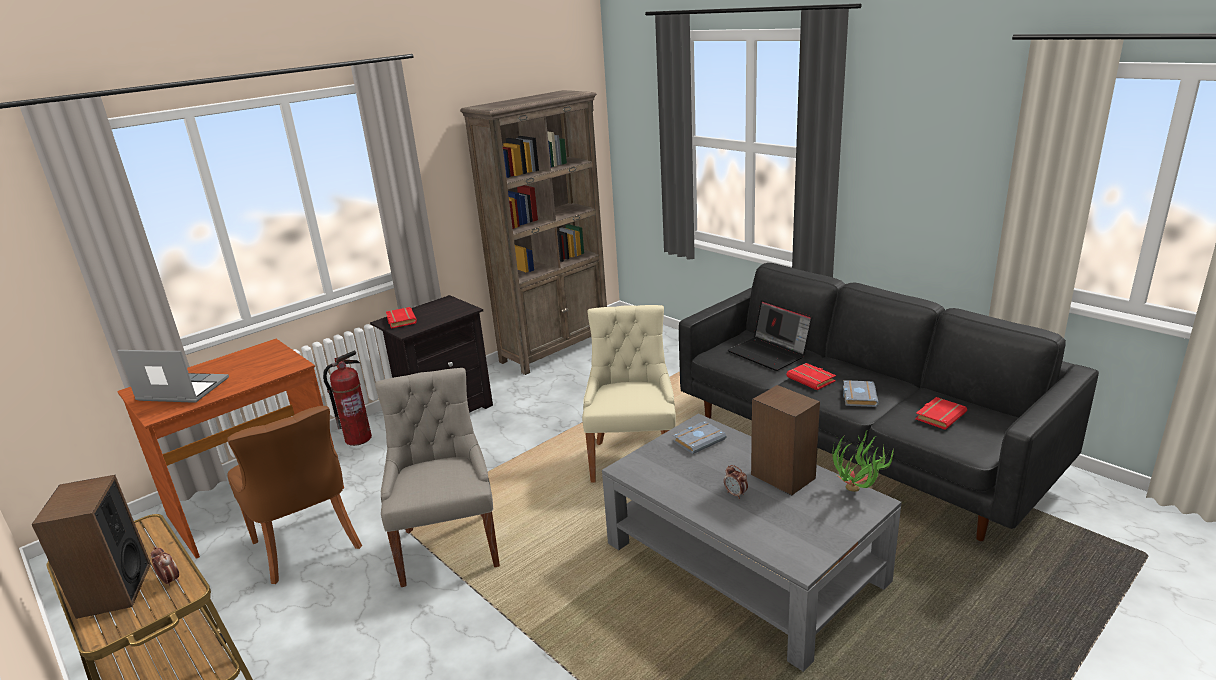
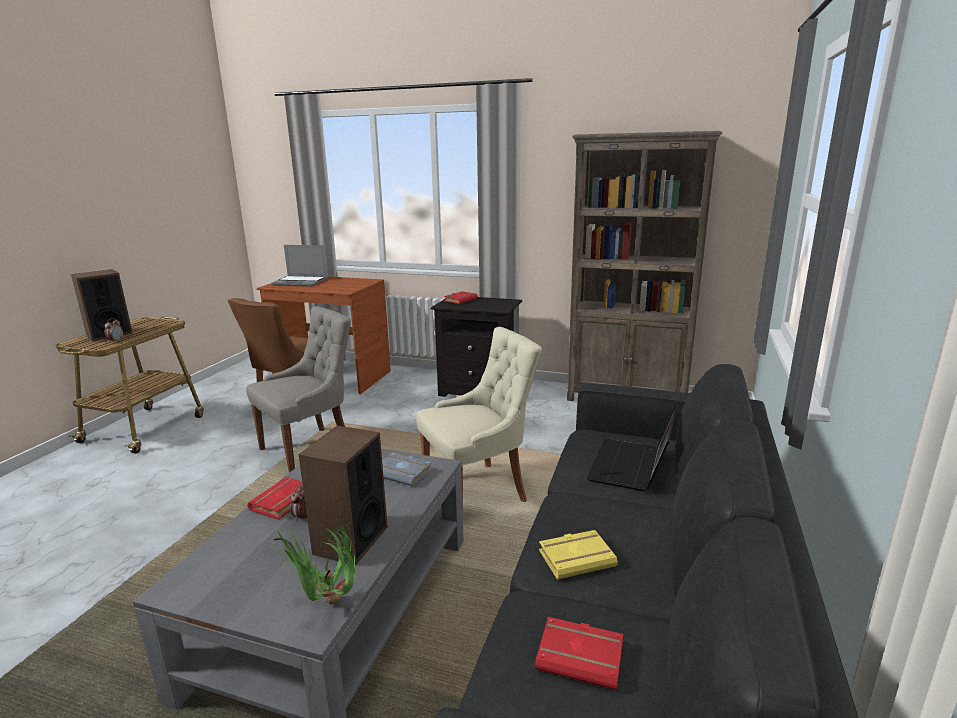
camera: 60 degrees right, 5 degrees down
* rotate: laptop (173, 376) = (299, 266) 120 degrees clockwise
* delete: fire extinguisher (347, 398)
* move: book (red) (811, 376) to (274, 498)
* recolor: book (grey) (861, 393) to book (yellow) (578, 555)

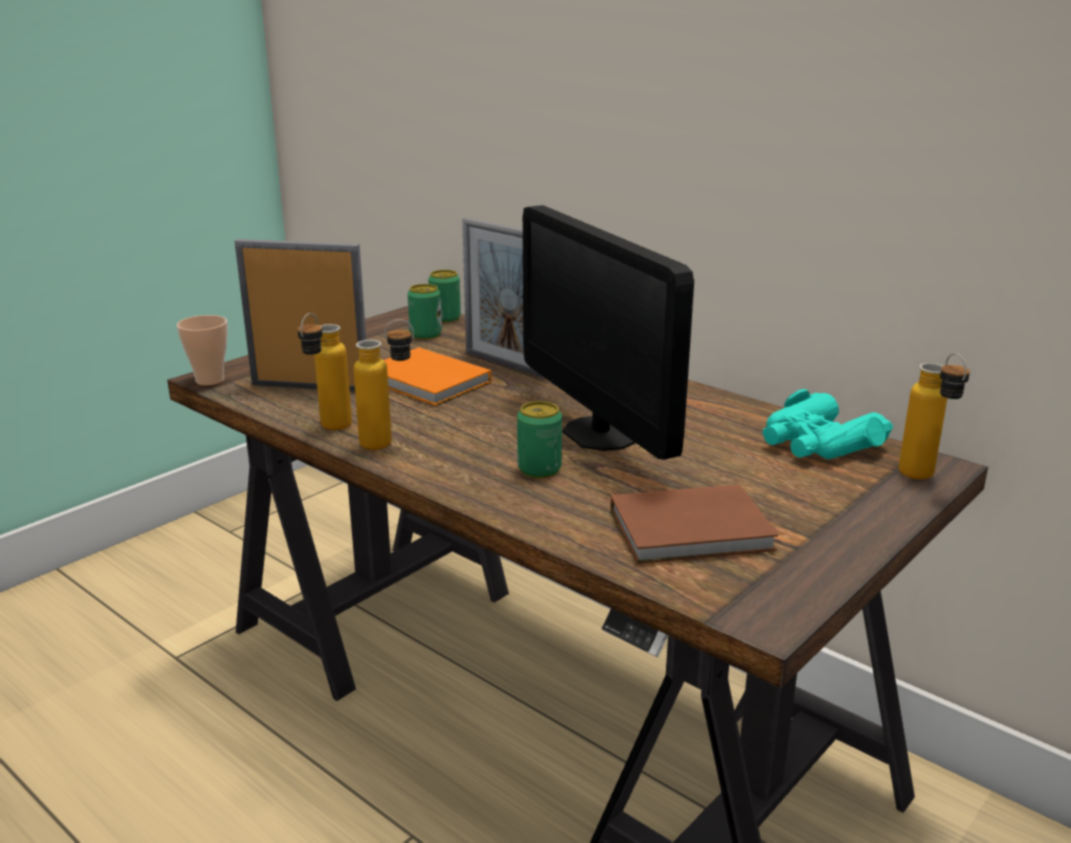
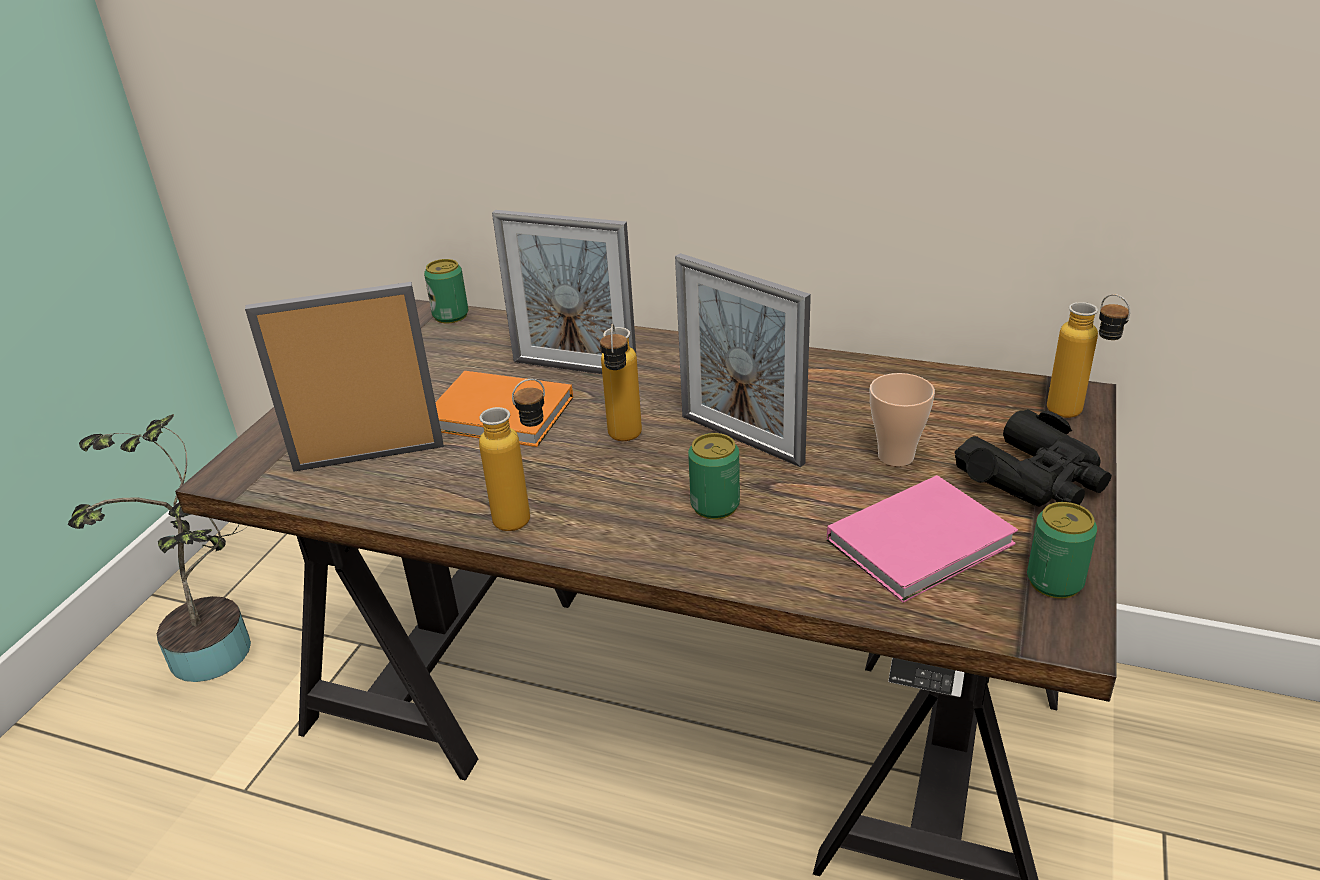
camera: 20 degrees left, 10 degrees up
* replace: monitor (608, 332) to picture frame (743, 360)
* move: can (424, 311) to (1062, 550)
* move: bottle (324, 371) to (621, 382)
* move: cup (202, 350) to (902, 419)
* delete: binoculars (turquoise) (827, 424)
* recolor: book (brown) (694, 524) to book (pink) (922, 539)
* insert: binoculars (black) (1033, 458)
* insert: potted plant (159, 548)

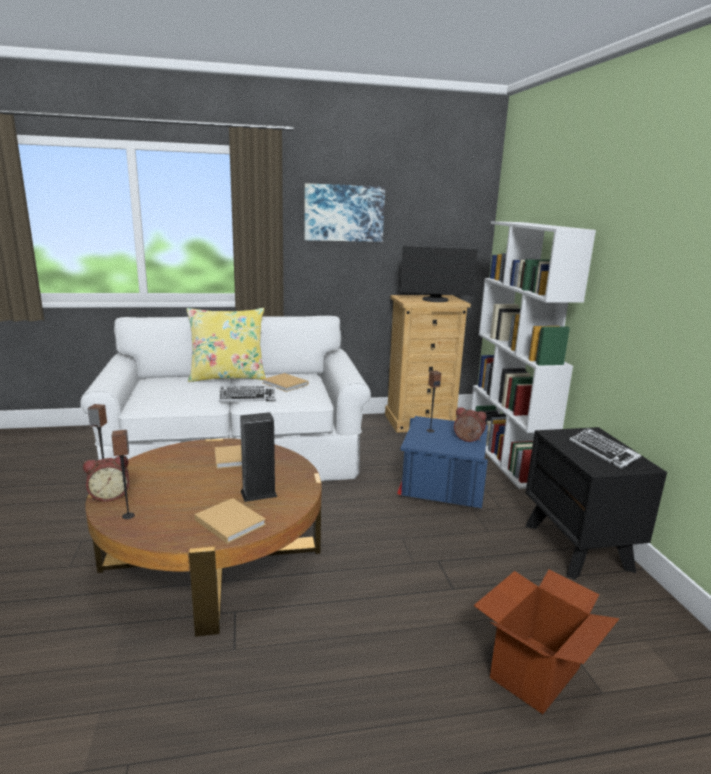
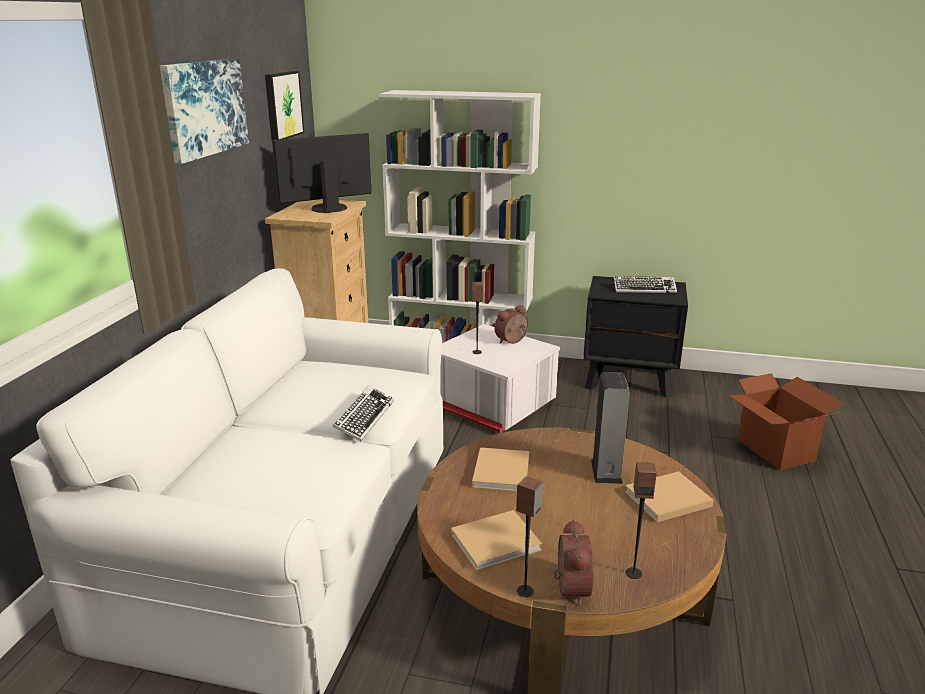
camera: 65 degrees left, 5 degrees up
* rotate: monitor (439, 274) = (322, 173) 150 degrees counterclockwise
* delete: pillow (yellow) (226, 345)
* move: book (beige) (285, 382) to (496, 540)
* recolor: storage box (blue) (442, 462) to storage box (white) (500, 378)
* insert: picture (284, 105)

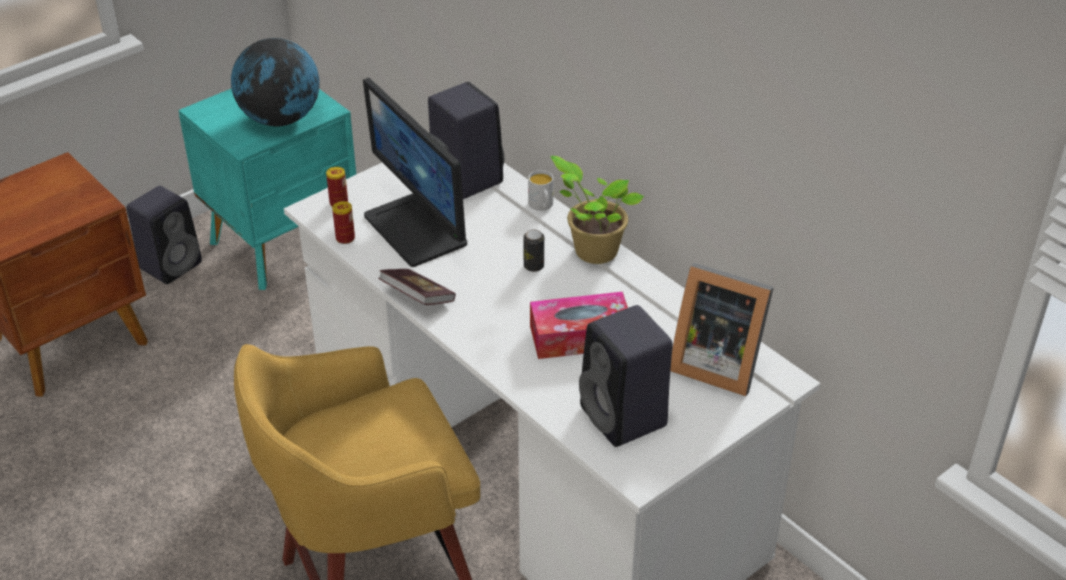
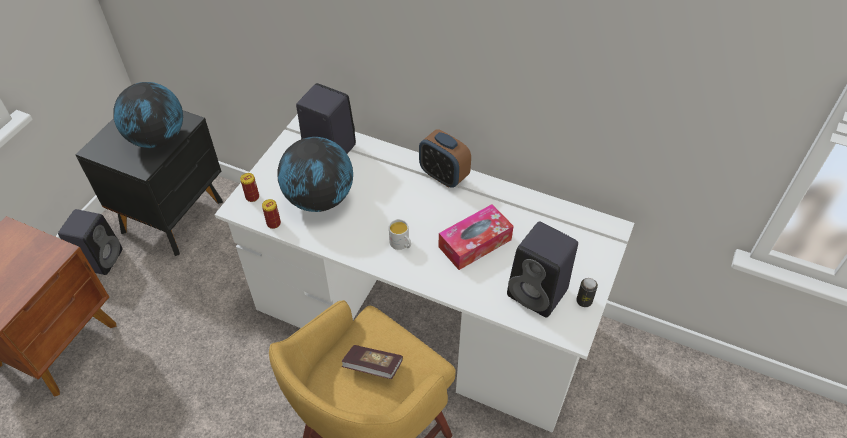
camera: 25 degrees left, 10 degrees up
* replace: monitor (415, 172) to globe (315, 174)
* recolor: nightstand (turquoise) (267, 189) to nightstand (black) (149, 183)
* replace: potted plant (597, 210) to alarm clock (445, 158)
* move: mug (white) (541, 190) to (400, 234)
* move: can (533, 250) to (587, 292)
* delete: picture frame (722, 329)
* move: book (417, 287) to (372, 362)

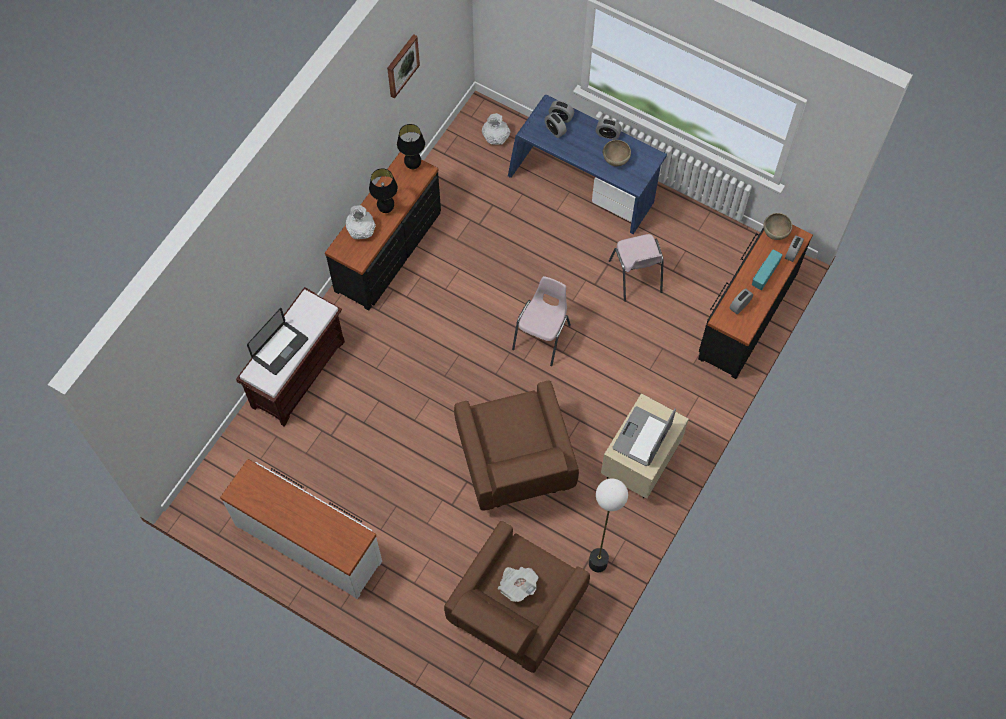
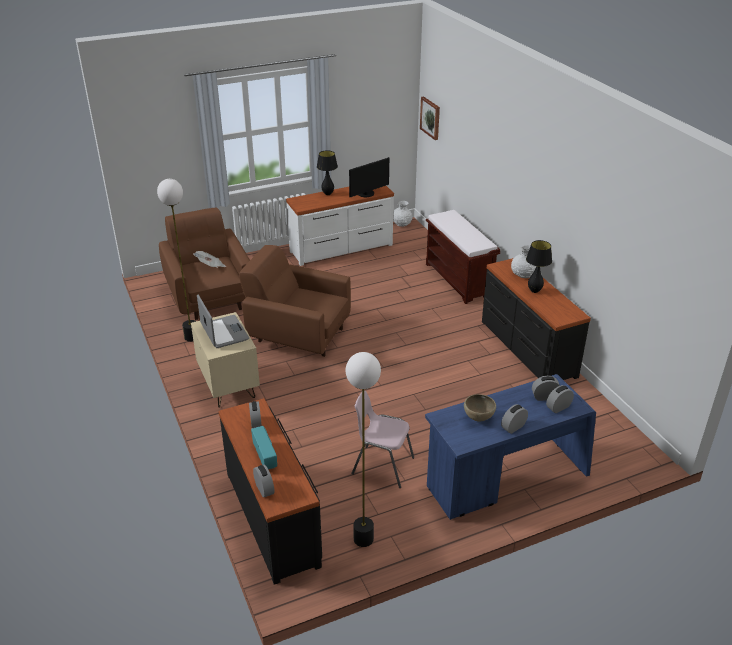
camera: 125 degrees right, 30 degrees down
* move: picture (403, 66) to (430, 118)
* move: vase (white) (496, 129) to (402, 214)
* move: table lamp (black) (411, 146) to (327, 172)
* delete: bowl (brown) (777, 226)
* delete: chair (pink) (541, 321)
* delete: laptop (277, 341)
* insert: monitor (369, 177)
* insert: floor lamp (363, 449)

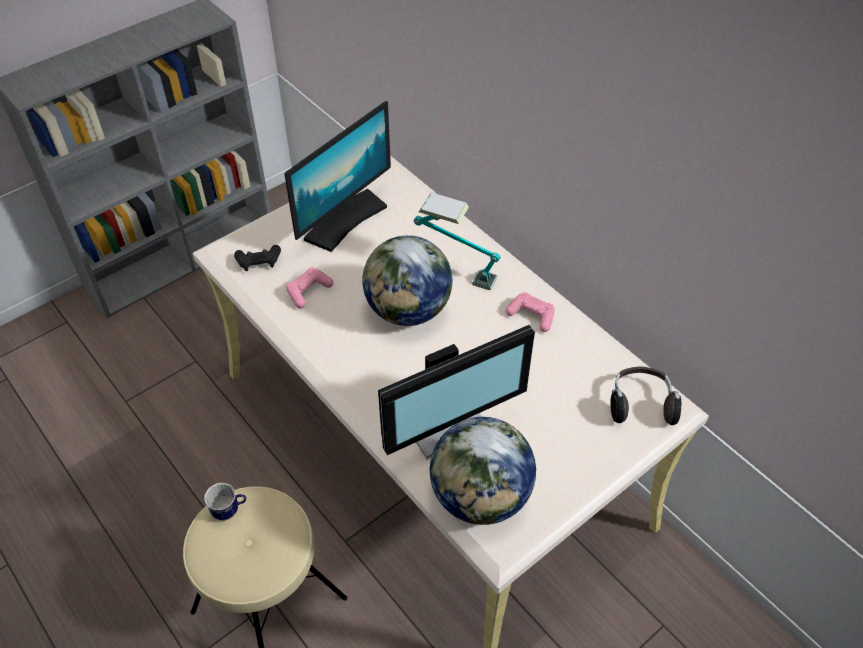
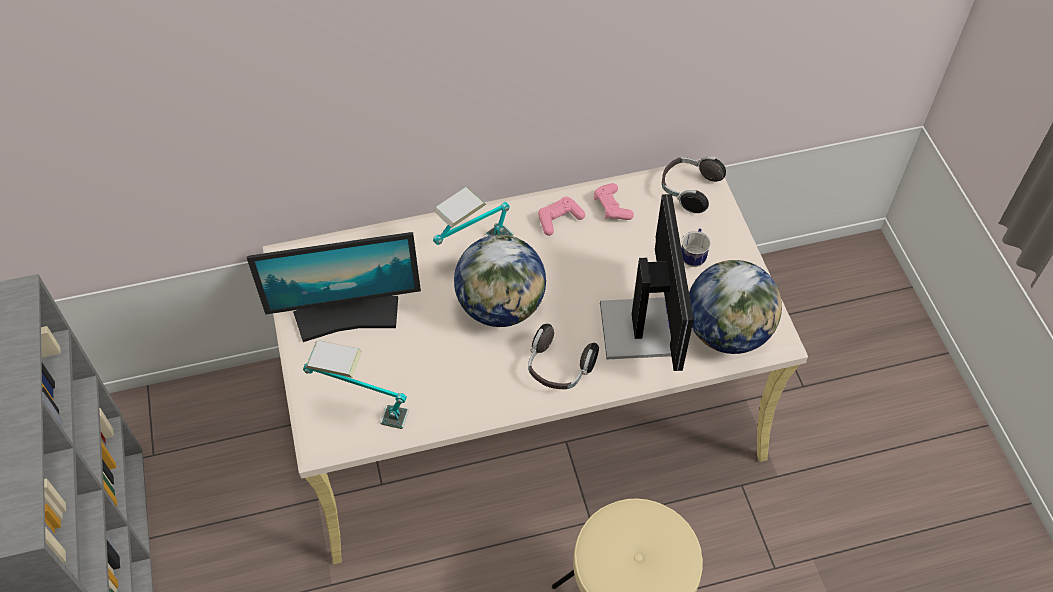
camera: 65 degrees left, 5 degrees up
* rotate: monitor (337, 176) = (334, 287) 105 degrees clockwise
* replace: game controller (black) (257, 258) to table lamp (356, 384)
* move: game controller (pink) (309, 288) to (614, 201)
* move: mug (225, 502) to (696, 247)
* insert: headphones (563, 356)

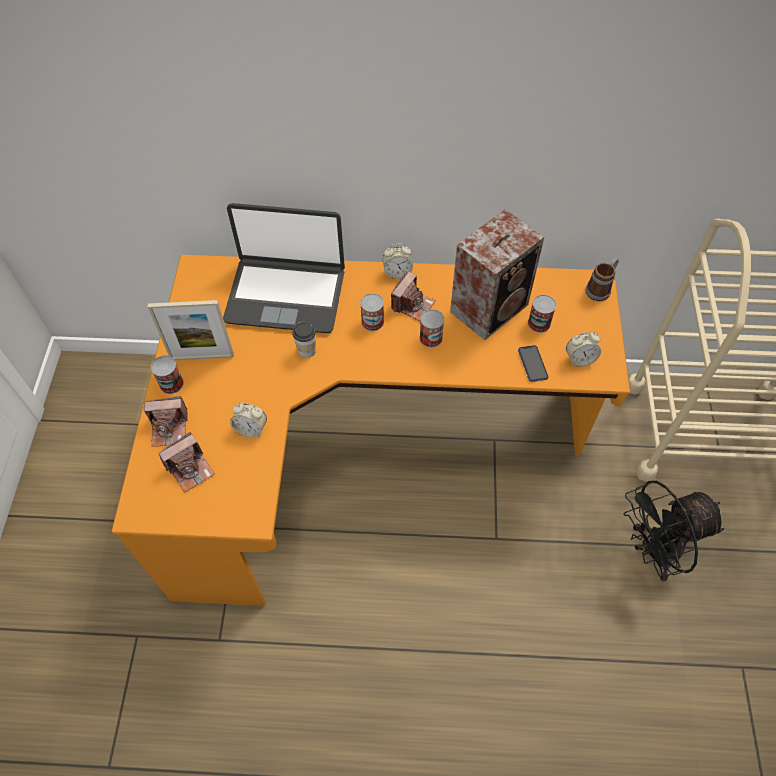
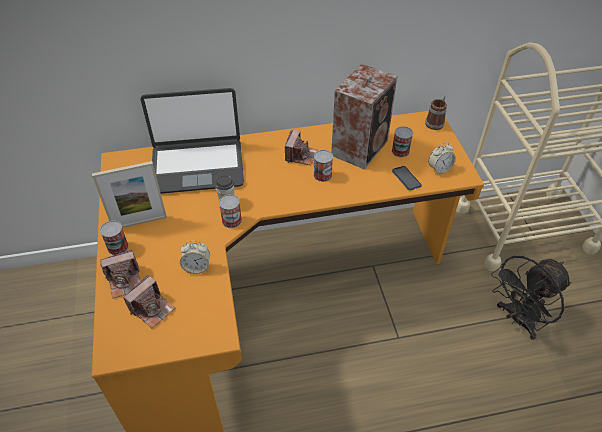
camera: 15 degrees left, 10 degrees down
* delete: alarm clock (398, 261)
* move: can (372, 312) to (230, 211)

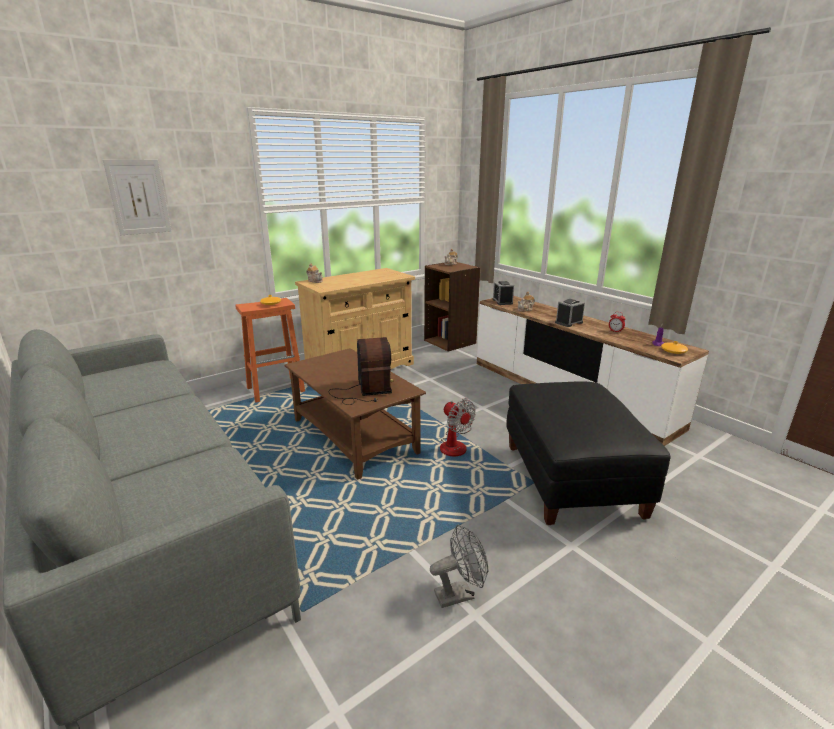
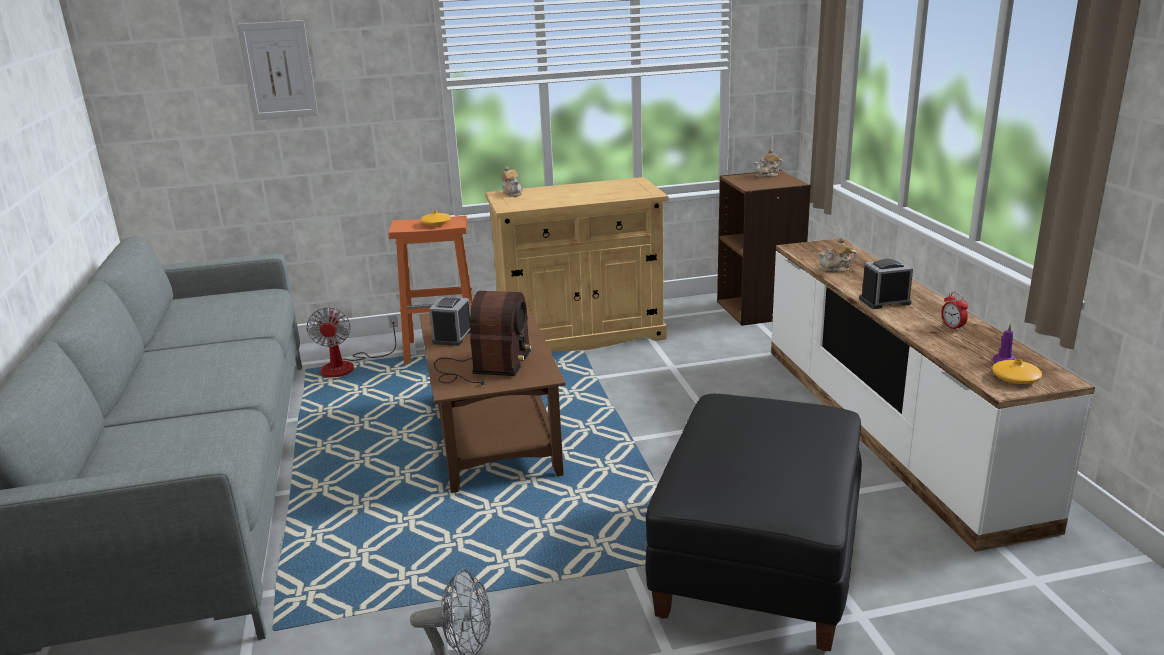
camera: 25 degrees right, 0 degrees up
* move: alarm clock (503, 293) to (450, 321)
* move: fan (458, 427) to (352, 342)

